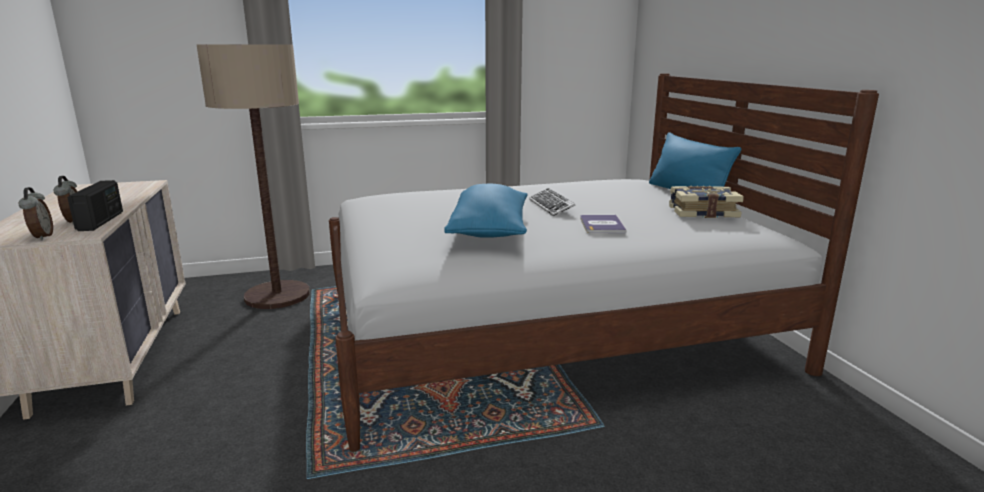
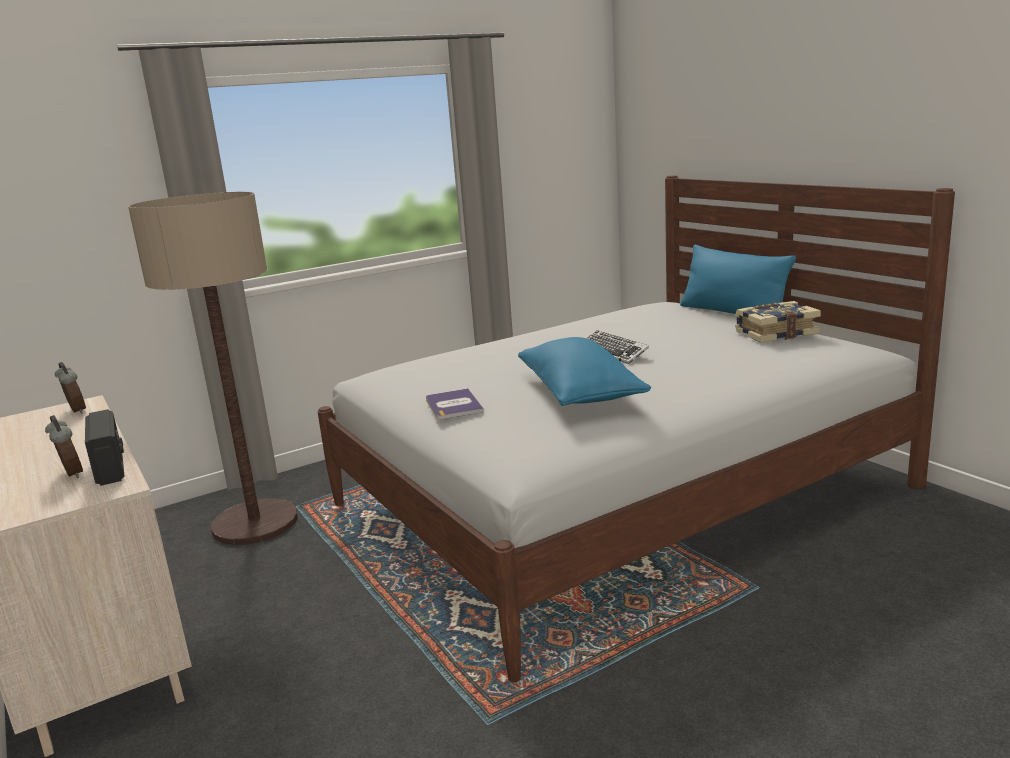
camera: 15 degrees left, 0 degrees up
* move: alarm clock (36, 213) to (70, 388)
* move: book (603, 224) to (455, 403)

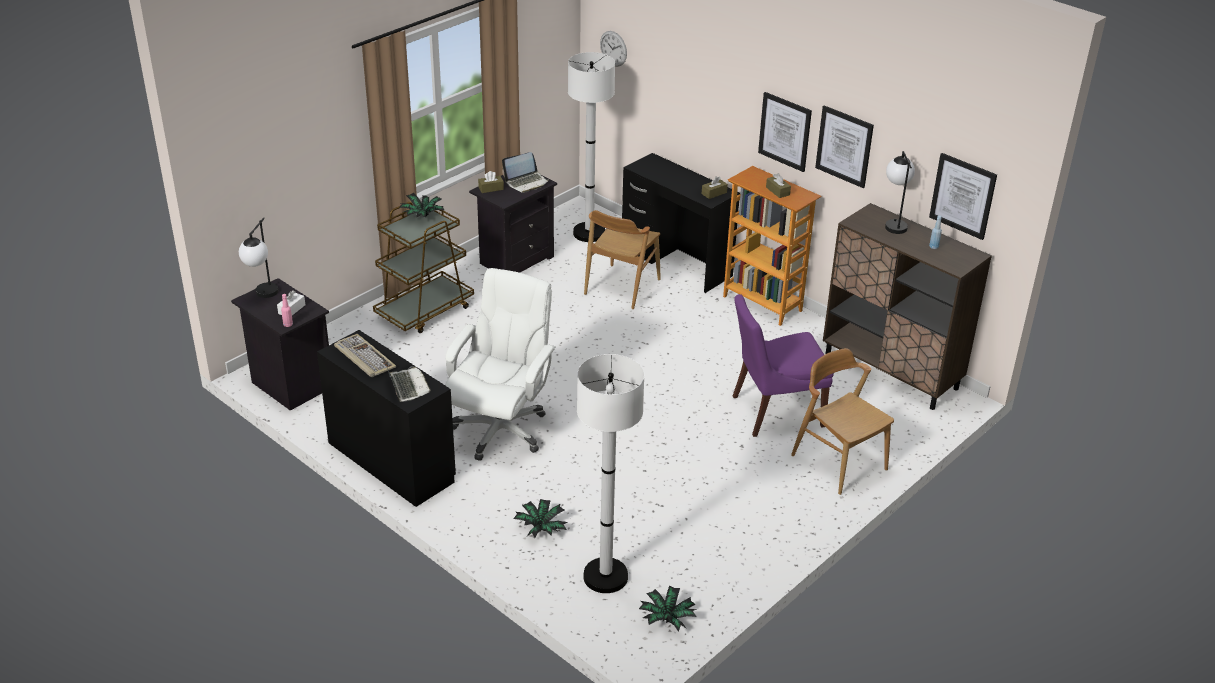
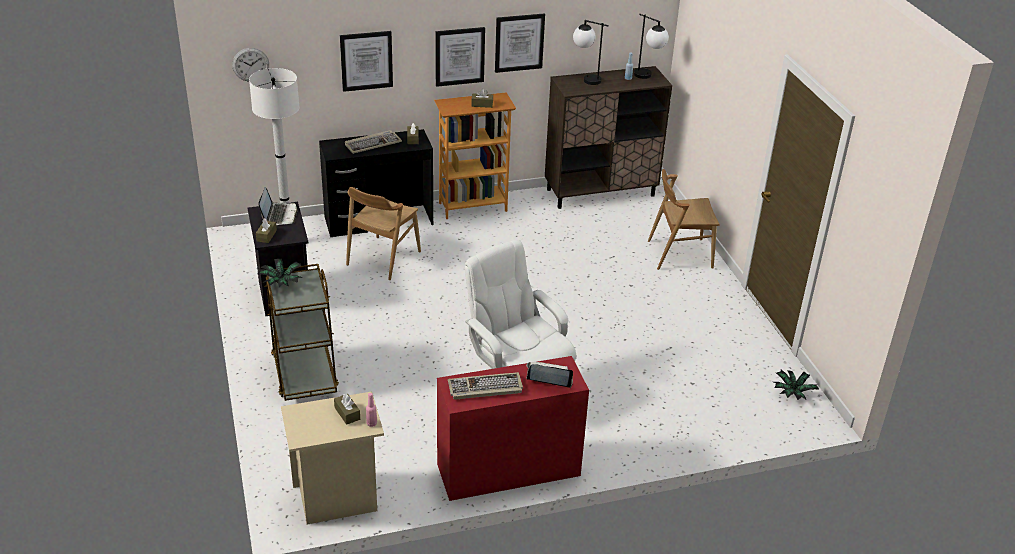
camera: 60 degrees left, 0 degrees up
* move: picture (963, 196) to (366, 61)
* rotate: chair (brown) (622, 259) = (383, 233) 60 degrees clockwise
* move: table lamp (258, 258) to (651, 46)
* recolor: nightstand (black) (280, 344) to nightstand (beige) (332, 458)
* recolor: tissue box (white) (291, 302) to tissue box (brown) (347, 409)
* delete: chair (purple) (783, 365)
* recolor: desk (black) (386, 418) to desk (red) (513, 428)
* delete: floor lamp (white) (610, 473)
* delete: potted plant (540, 518)
* insert: keyboard (373, 142)

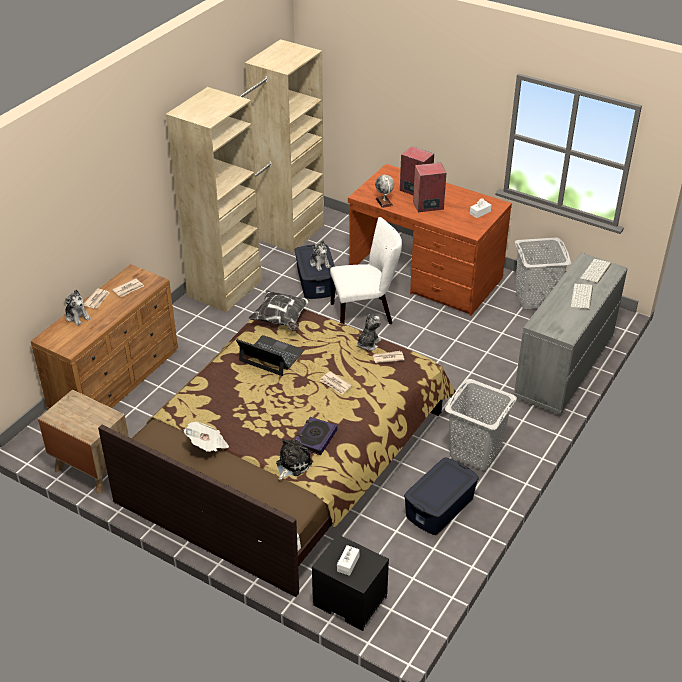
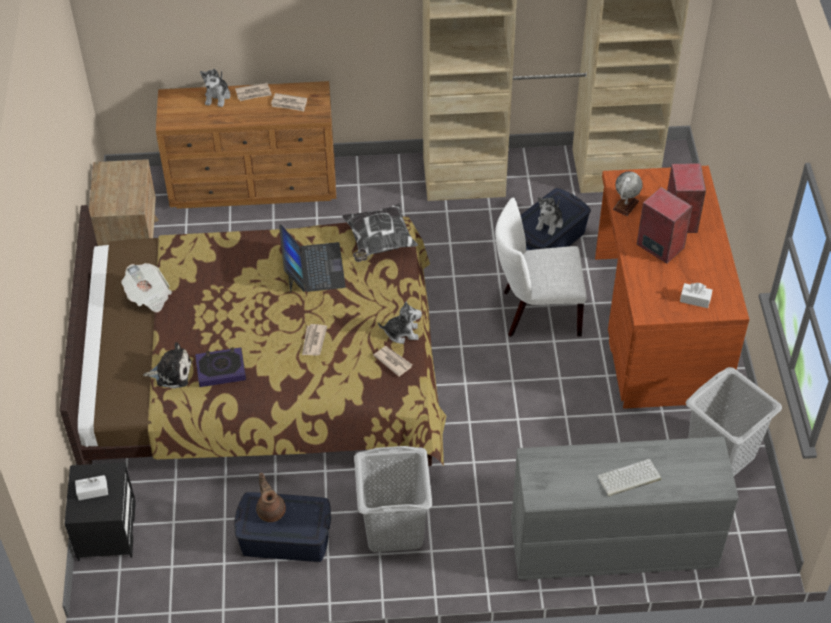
camera: 55 degrees right, 10 degrees up
* rotate: chair (white) (366, 270) = (541, 267) 135 degrees clockwise
* delete: keyboard (595, 271)
* insert: teapot (brown) (271, 497)

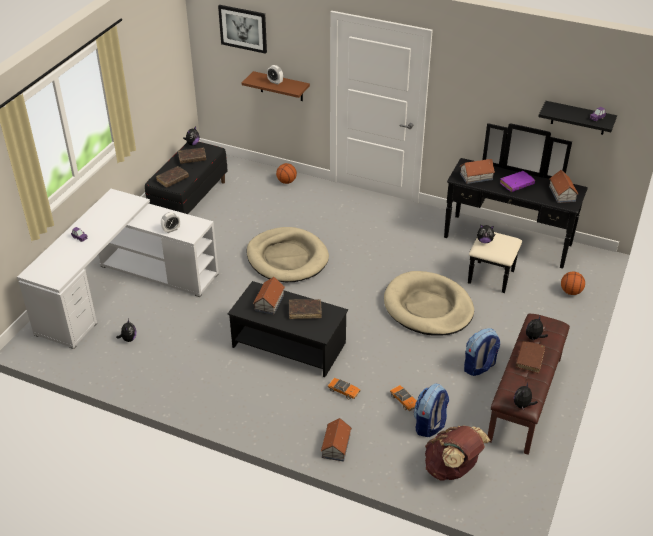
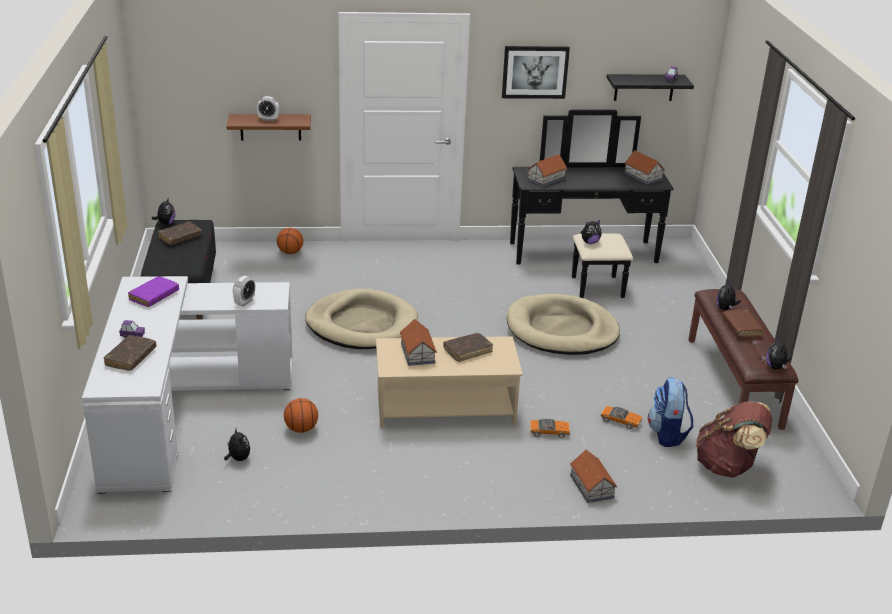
camera: 30 degrees left, 10 degrees down
* move: picture (242, 29) to (536, 72)
* move: book (brown) (172, 176) to (129, 353)
* move: book (purple) (517, 181) to (153, 291)
* move: basketball (573, 283) to (301, 415)
* recolor: coffee table (black) (288, 329) to coffee table (beige) (449, 382)
* delete: backpack (482, 352)

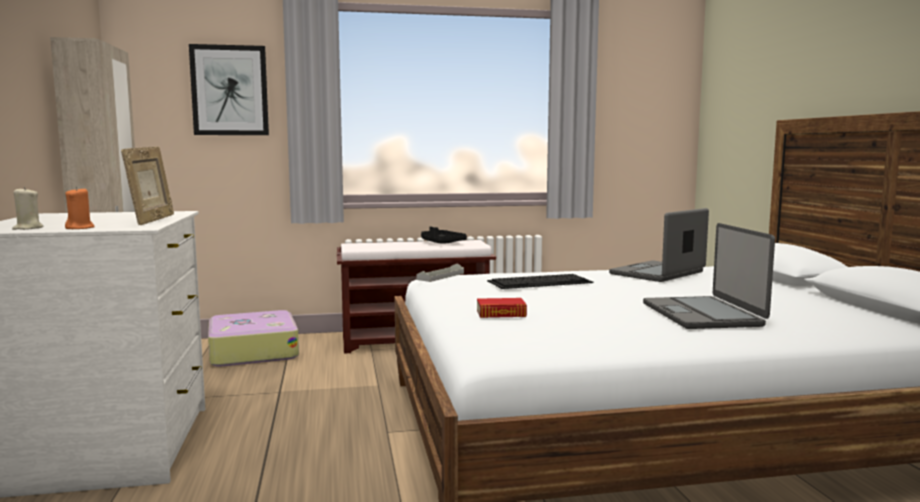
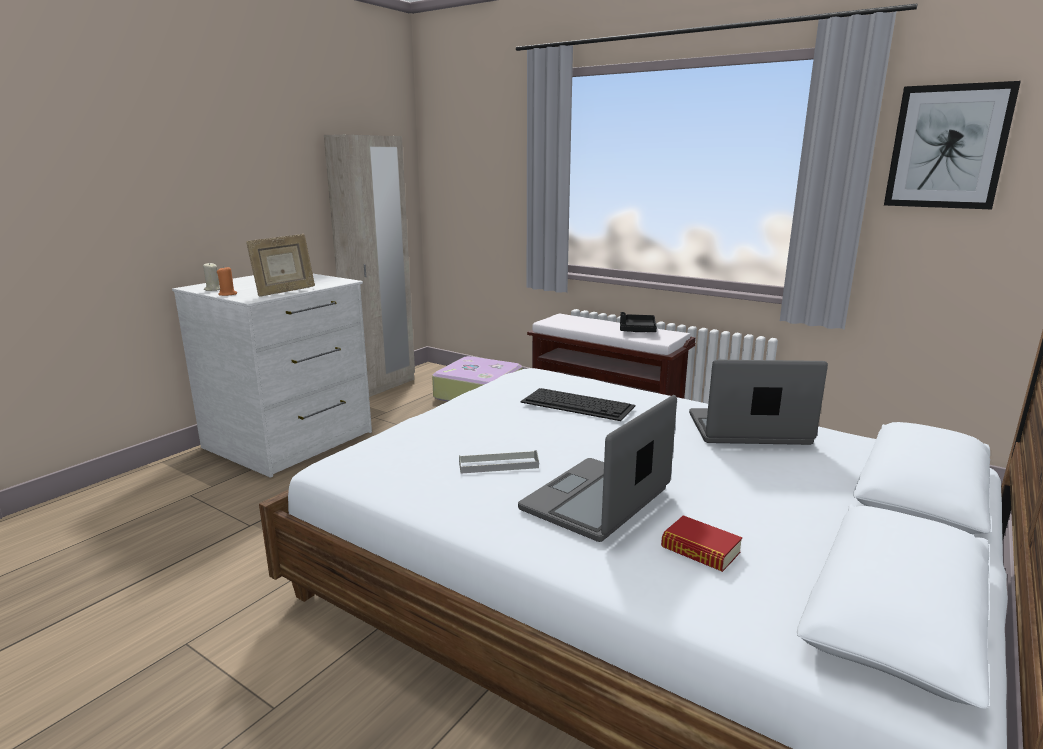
camera: 45 degrees right, 10 degrees up
* move: picture (229, 89) to (952, 145)
* move: tray (grey) (440, 272) to (499, 462)
* move: book (502, 308) to (701, 543)

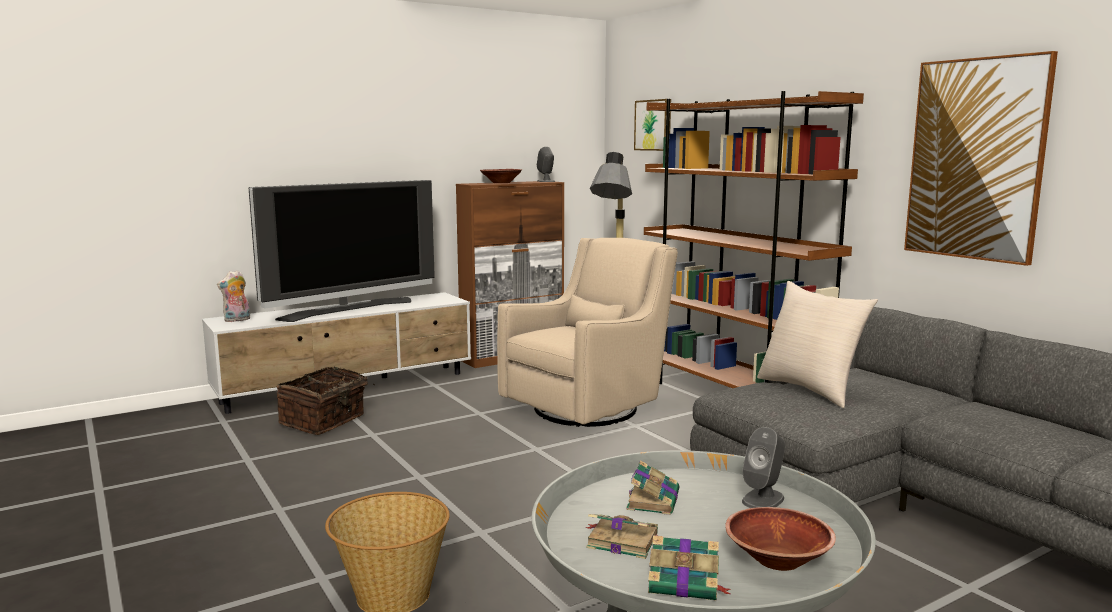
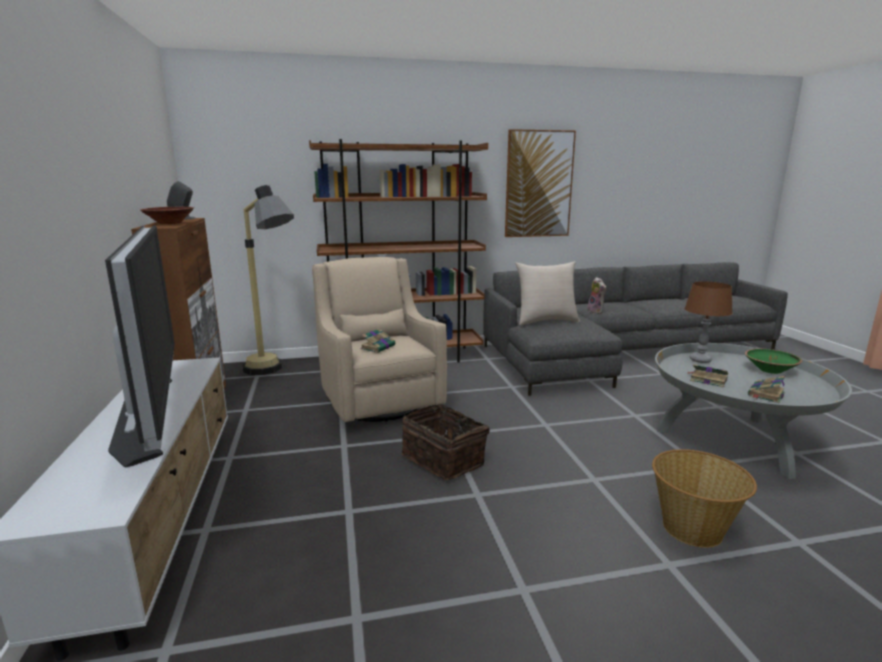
camera: 70 degrees left, 5 degrees up
* delete: picture (652, 125)
* move: plush toy (233, 296) to (596, 295)
* move: basket (326, 401) to (445, 442)
* replace: speaker (grey) (763, 467) to table lamp (brown) (708, 322)
* recolor: bowl (brown) (780, 539) to bowl (green) (773, 361)
* move: book (689, 568) to (377, 340)

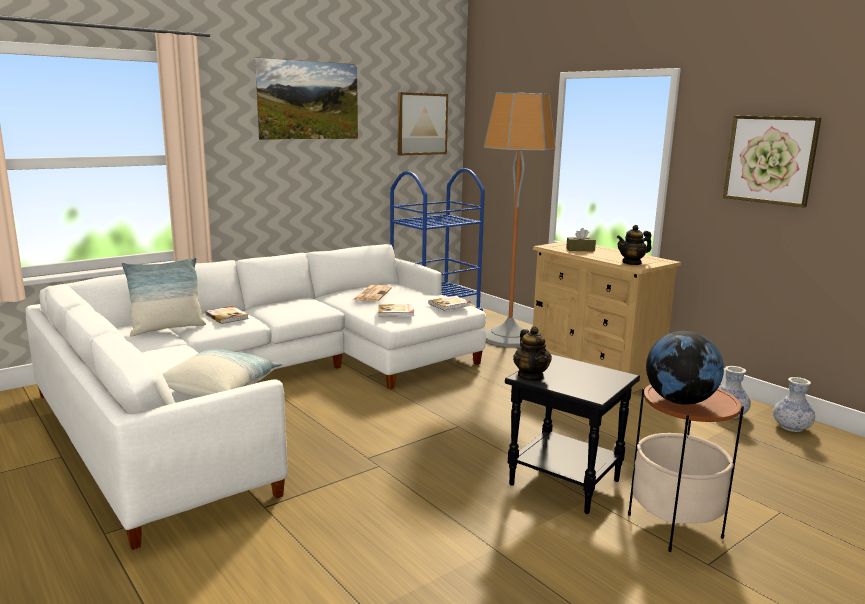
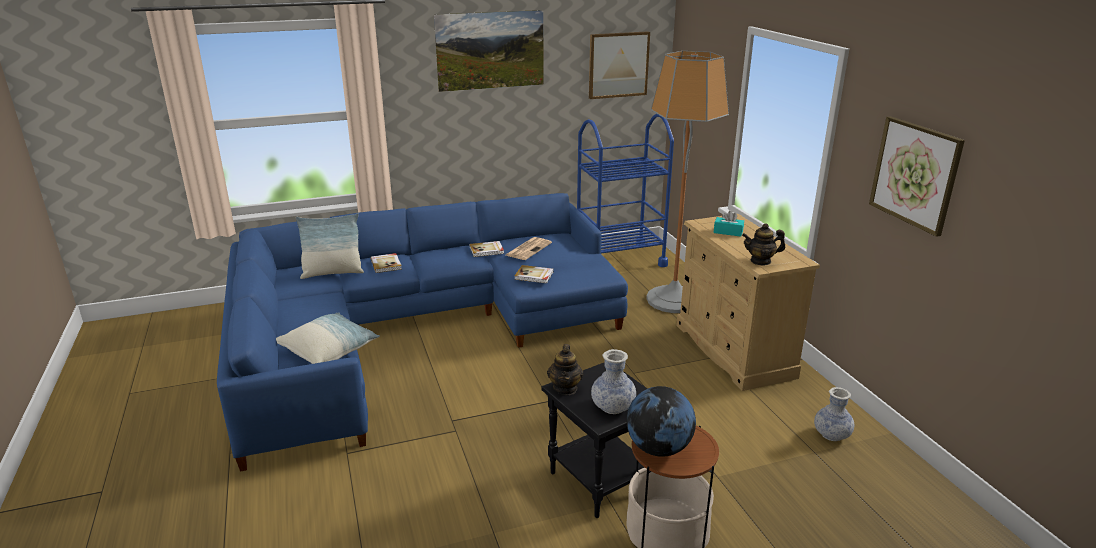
camera: 20 degrees right, 10 degrees up
* recolor: tissue box (brown) (581, 240) to tissue box (turquoise) (729, 224)
* recolor: sofa (white) (255, 397) to sofa (blue) (422, 332)
* move: book (449, 303) to (486, 249)
* move: vase (794, 404) to (613, 381)

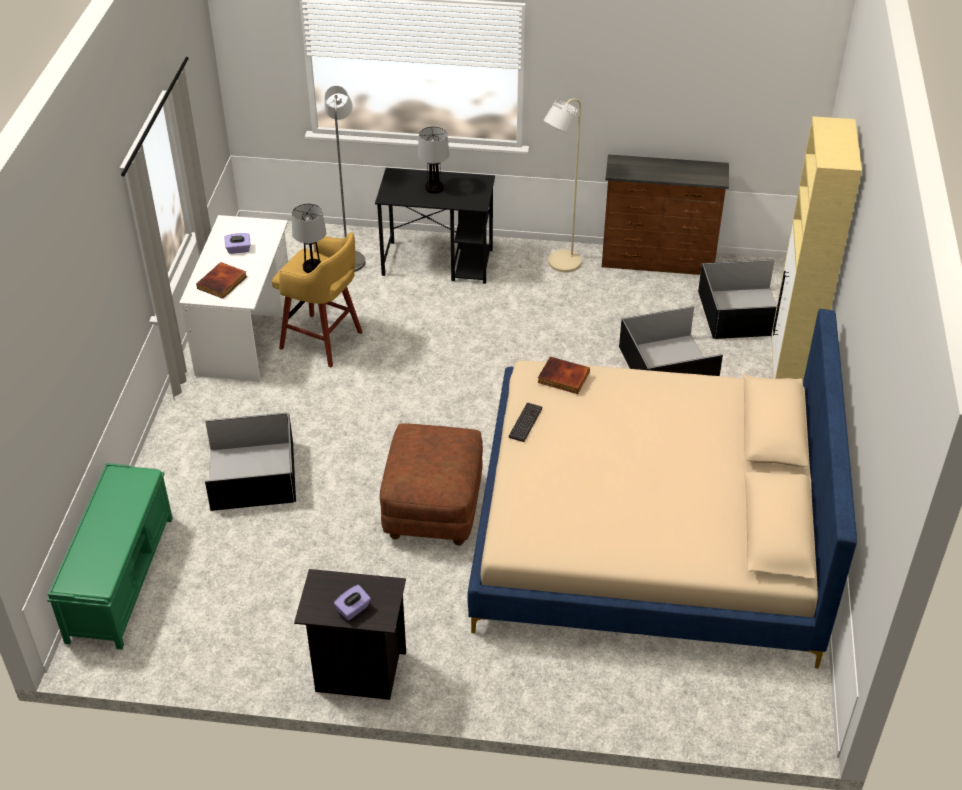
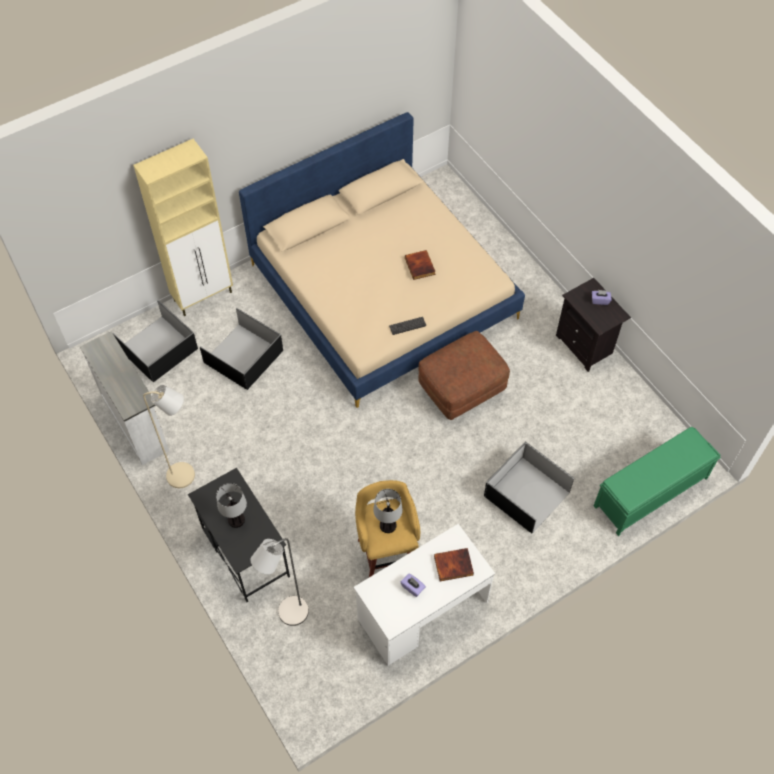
camera: 130 degrees left, 15 degrees up
* recolor: dresser (brown) (665, 214) to dresser (white) (124, 398)
* move: book (564, 375) to (420, 265)

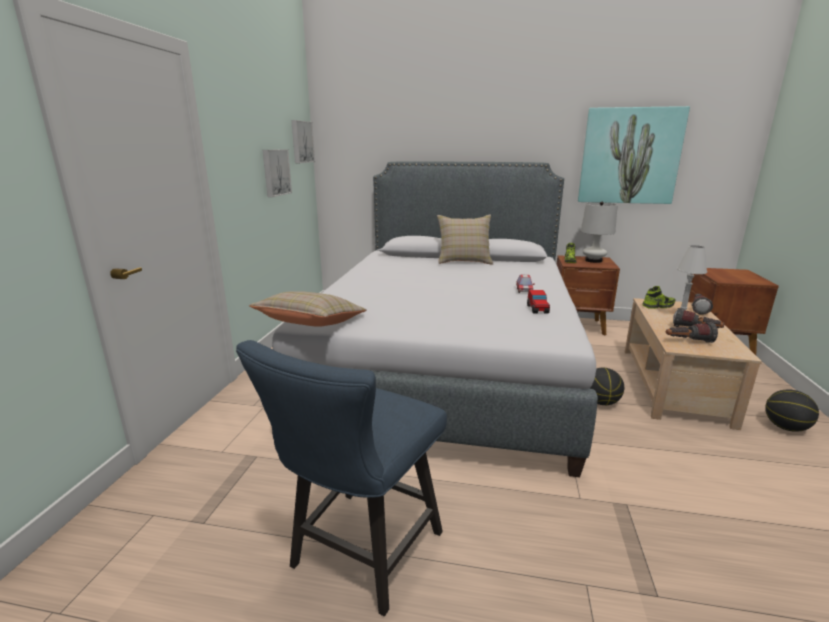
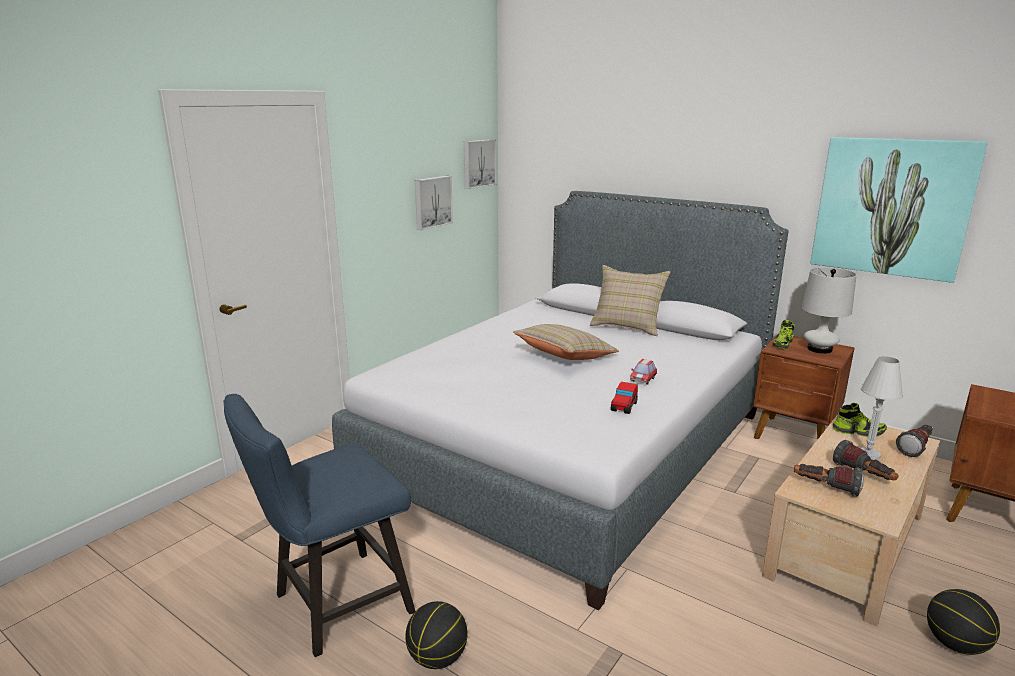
camera: 25 degrees right, 0 degrees up
* move: pillow (beige) (308, 309) to (566, 342)
* move: basketball (607, 386) to (436, 635)

